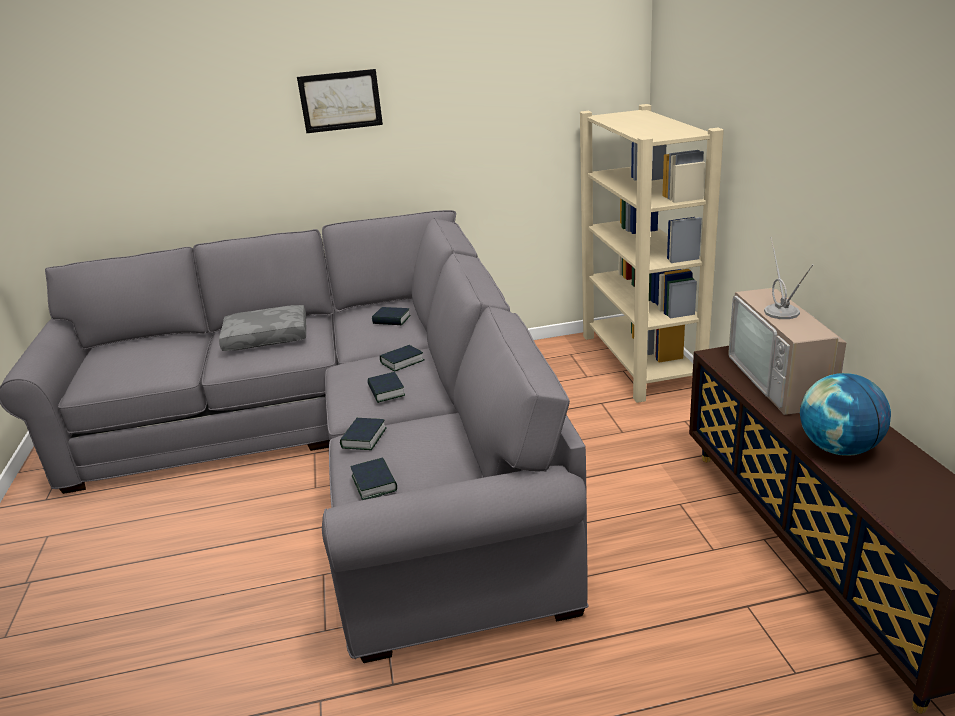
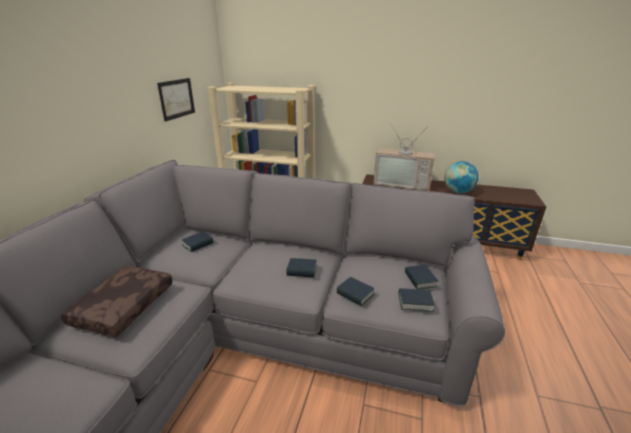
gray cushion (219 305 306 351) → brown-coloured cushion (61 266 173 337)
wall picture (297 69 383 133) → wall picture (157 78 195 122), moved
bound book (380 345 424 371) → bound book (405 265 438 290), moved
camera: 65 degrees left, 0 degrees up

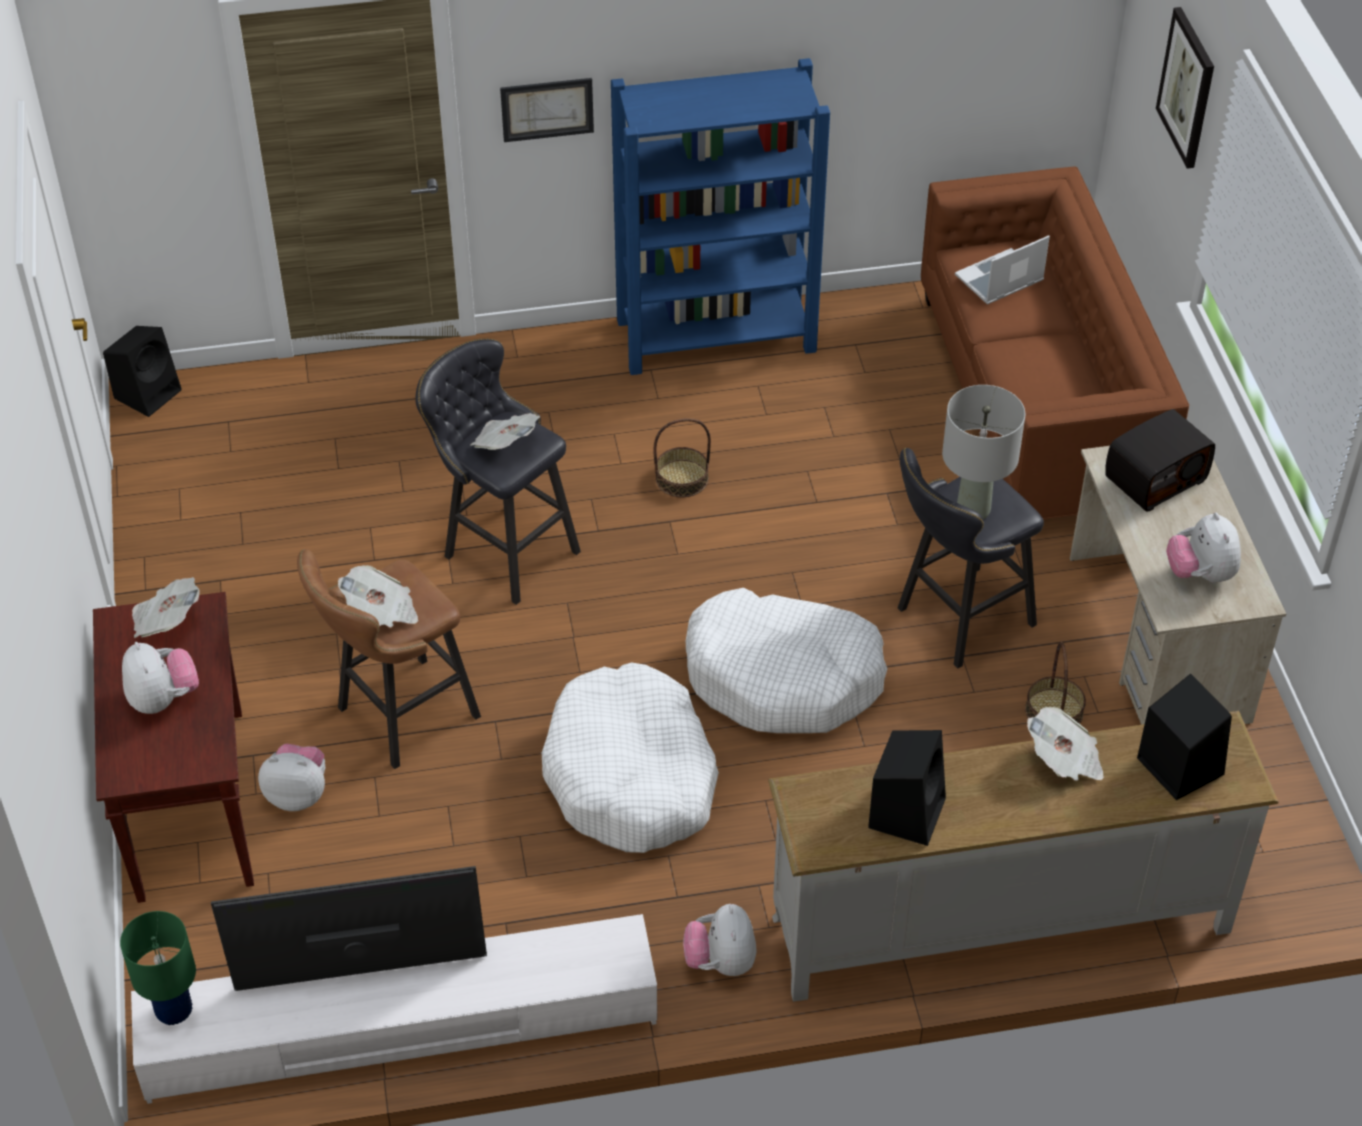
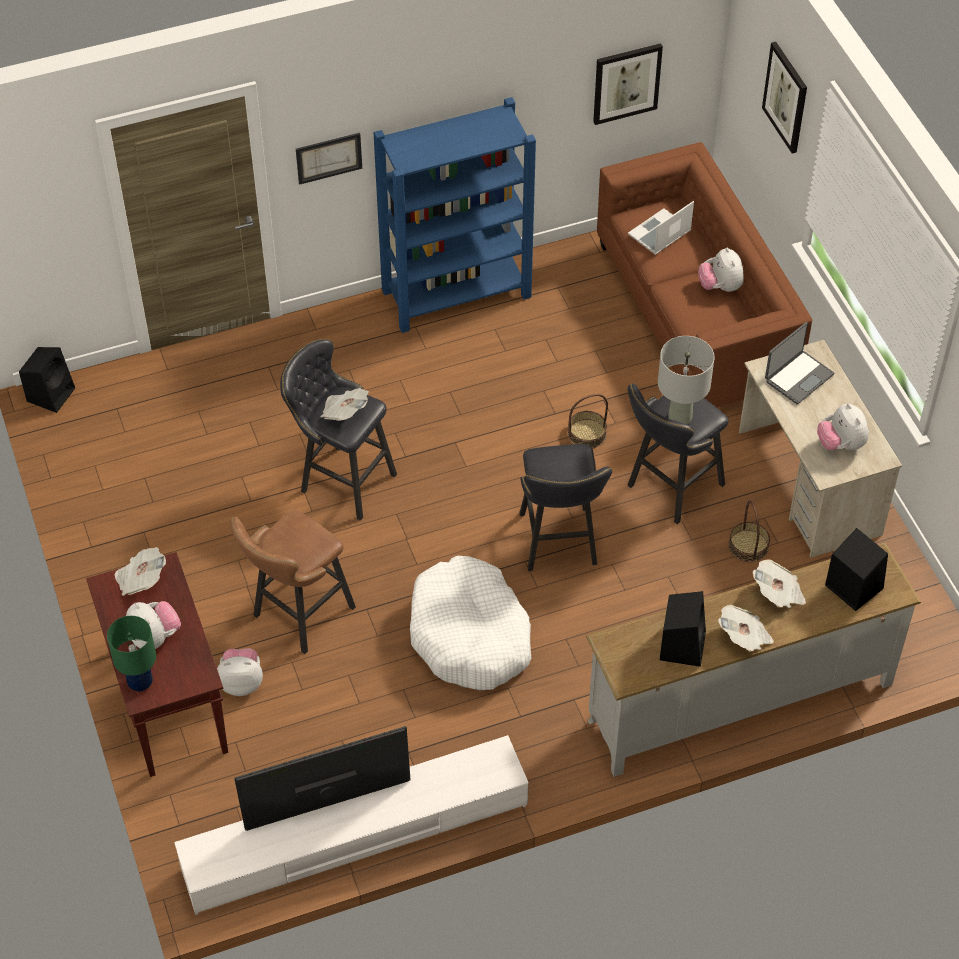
green lamp for a table (120 911 196 1025) → green lamp for a table (107 616 156 692), moved
white-coloured dog cushion (686 588 888 733) → black sitting stool (519 444 612 571)
basket (654 418 711 497) → basket (568 394 608 448), moved
- → wall picture (593 43 663 125)
plush toy (683 904 756 976) → plush toy (698 248 744 292), moved
printed paper (338 565 419 627) → printed paper (718 605 774 652), moved
radio receiver (1105 409 1215 512) → notebook computer (765 322 834 404)
camera: 10 degrees left, 5 degrees up

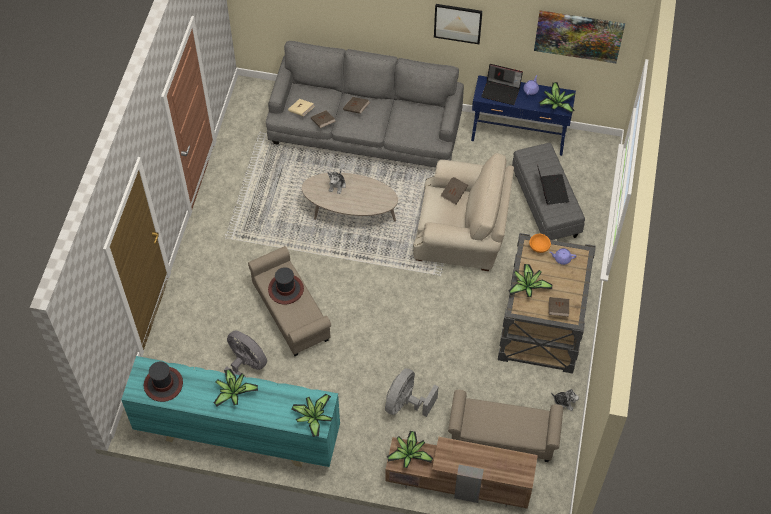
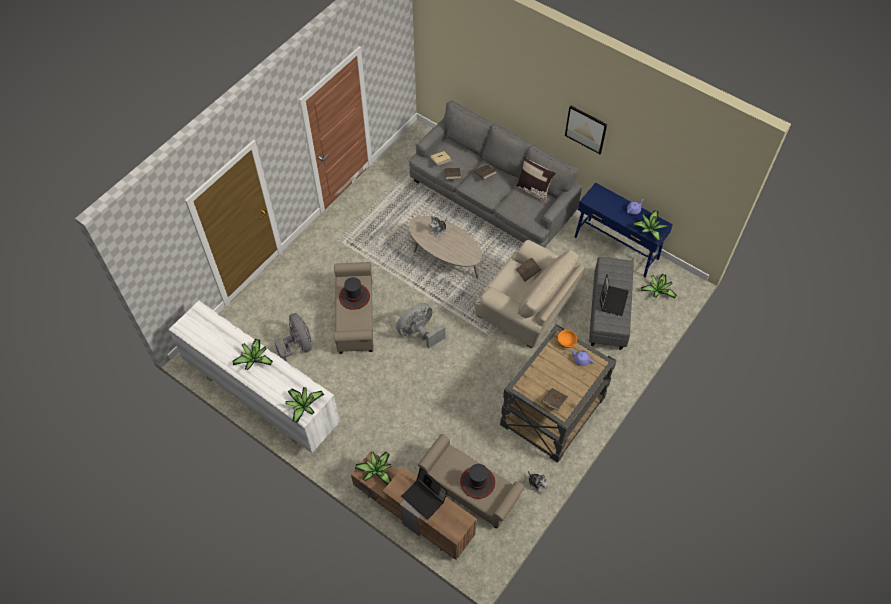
turquoise storage cabinet (121 356 340 467) → white-coloured storage cabinet (169 301 340 453)
gray cooling fan (385 368 438 417) → gray cooling fan (396 303 445 348), moved
notebook computer (481 64 523 105) → notebook computer (401 468 447 520), moved
wearable hat (144 362 183 402) → wearable hat (460 464 495 499), moved
- → cushion (516 157 556 203)
potted plant (508 264 553 297) → potted plant (641 274 677 298), moved
wall picture (534 10 625 63) → -
camera: 25 degrees right, 0 degrees up

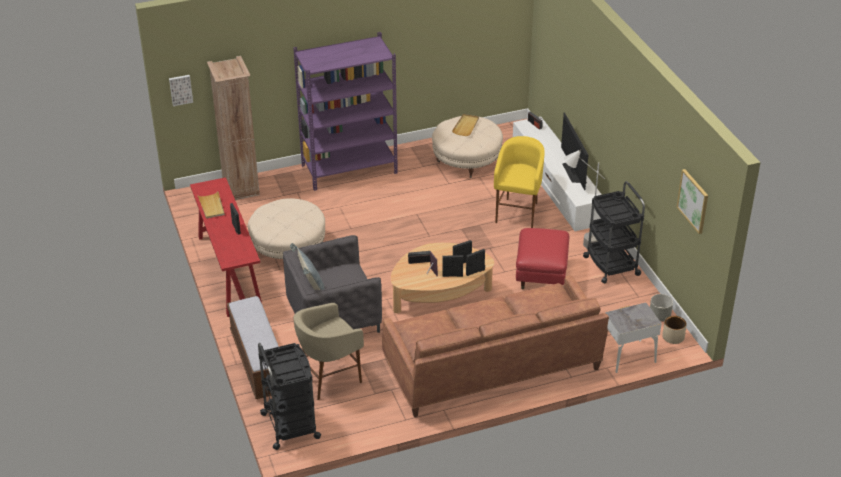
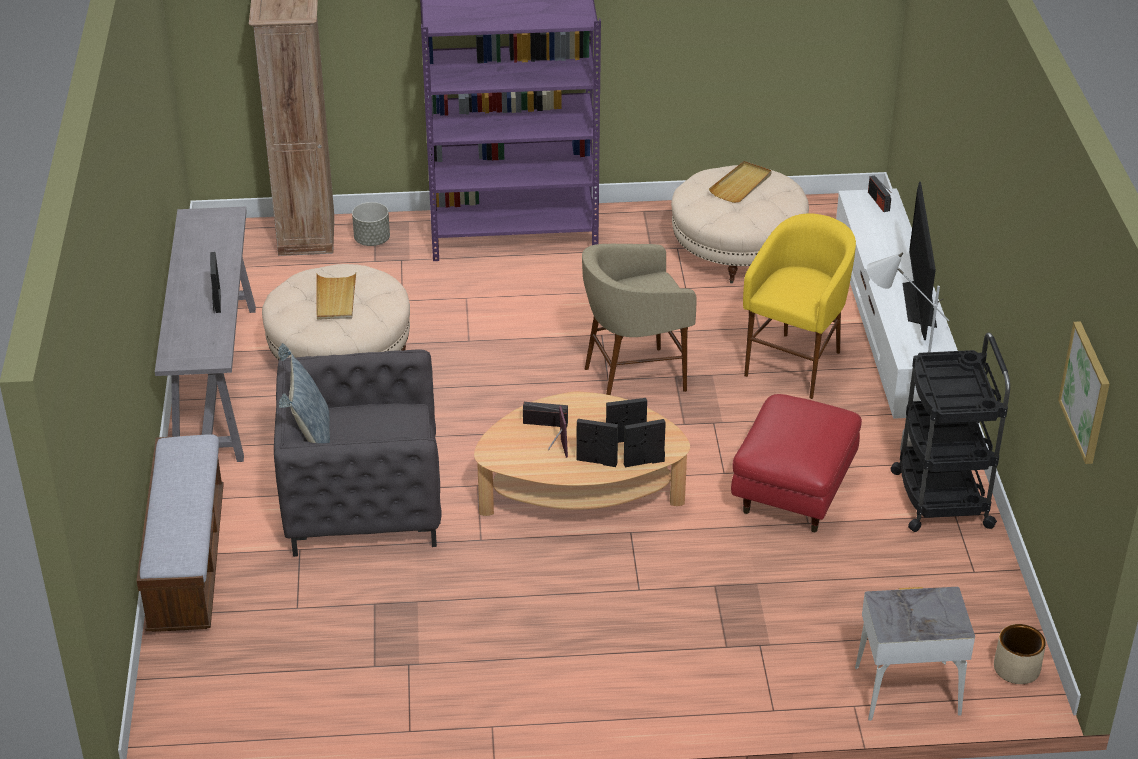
reddish narrow table (190 177 262 317) → gray narrow table (155 207 256 462)
sand-coloured tray (197 192 225 219) → sand-coloured tray (316 273 356 320), moved
gray planter (650 294 673 321) → gray planter (352 202 390 246), moved
sand-coloured sitting stool (293 303 364 400) → sand-coloured sitting stool (582 244 696 395), moved
wall picture (169 75 193 106) → -
black cart (258 343 321 450) → -
brown-coloured sofa (382 275 609 417) → -
camera: 15 degrees right, 0 degrees up

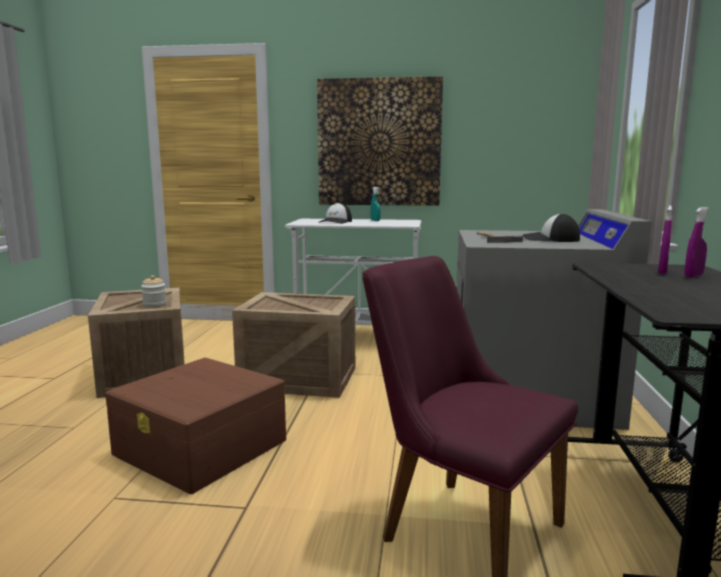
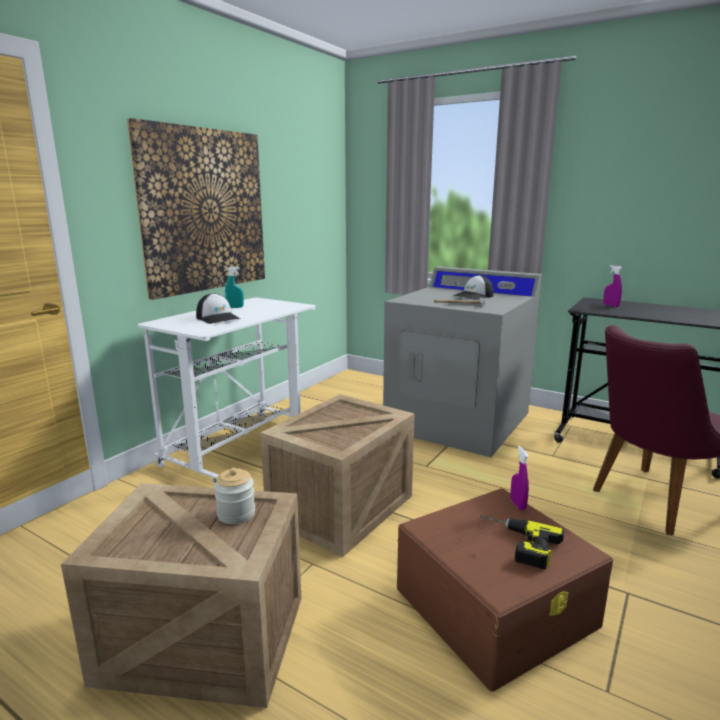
- → power drill (480 515 565 569)
purple-coloured hand sprayer (685 207 709 277) → purple-coloured hand sprayer (510 446 529 510), moved
camera: 65 degrees left, 5 degrees up

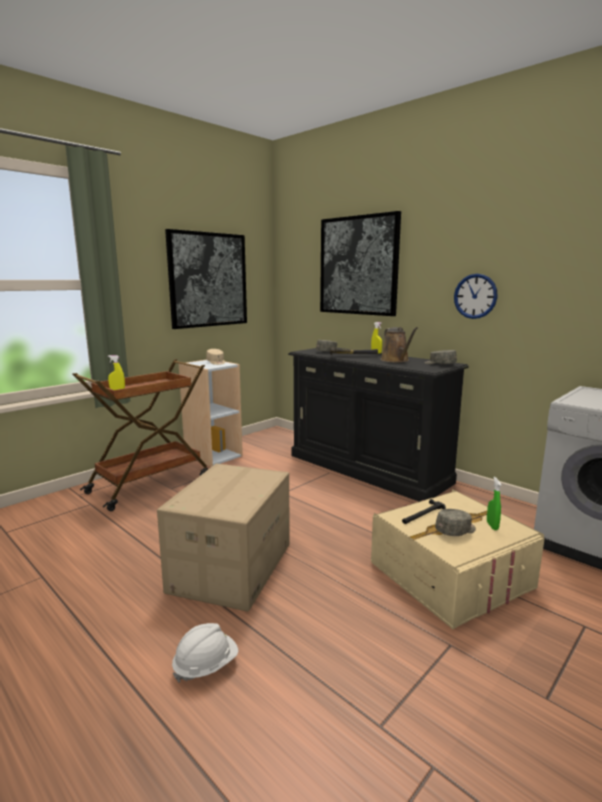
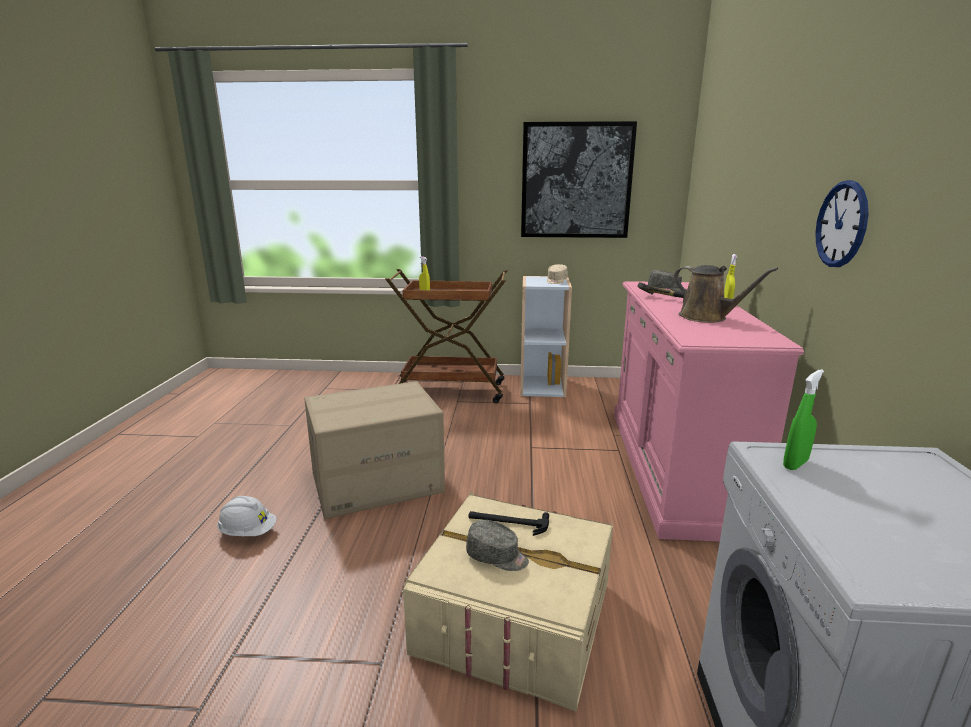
black storage cabinet (288 348 469 502) → pink-coloured storage cabinet (614 281 804 541)
brown-coloured sprinkling can (381 327 418 363) → brown-coloured sprinkling can (674 265 778 323), 75 degrees counterclockwise
green hand sprayer (487 477 501 530) → green hand sprayer (783 369 824 470), moved
wall picture (320 211 401 316) → -
gray cap (424 350 457 364) → -
camera: 50 degrees right, 5 degrees up

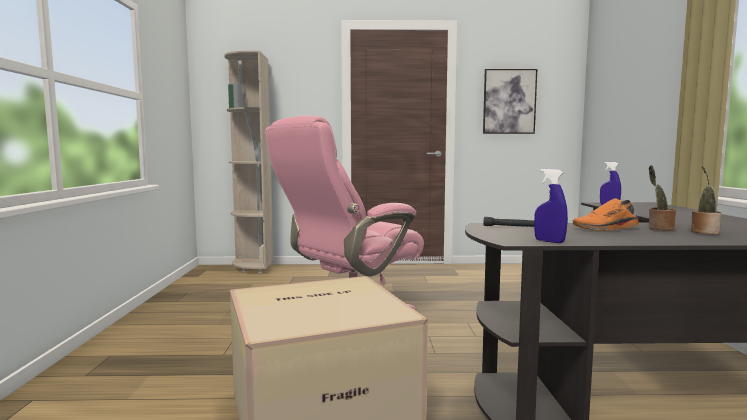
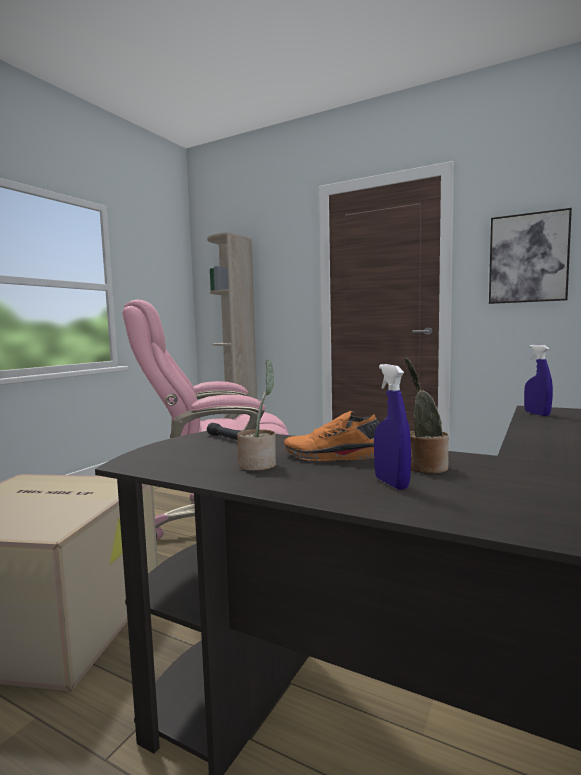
potted plant (691 165 721 234) → potted plant (237 359 276 471), moved
bluish hand sprayer (534 169 568 243) → bluish hand sprayer (374 364 411 490), moved
camera: 30 degrees right, 0 degrees up

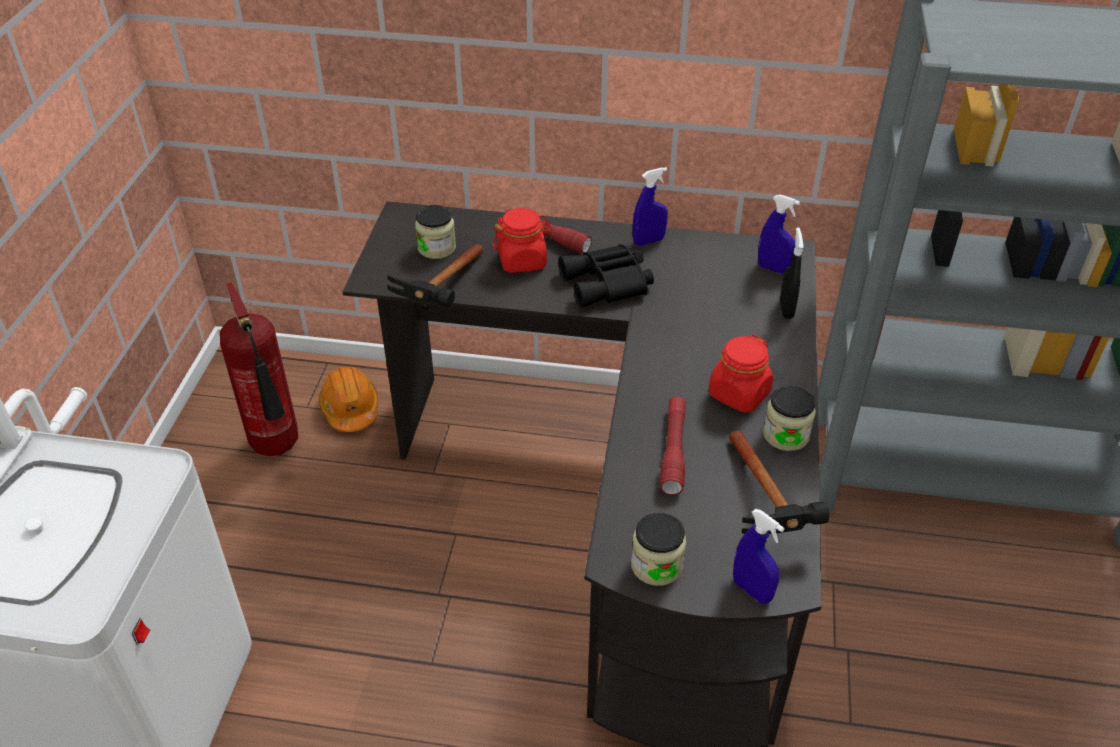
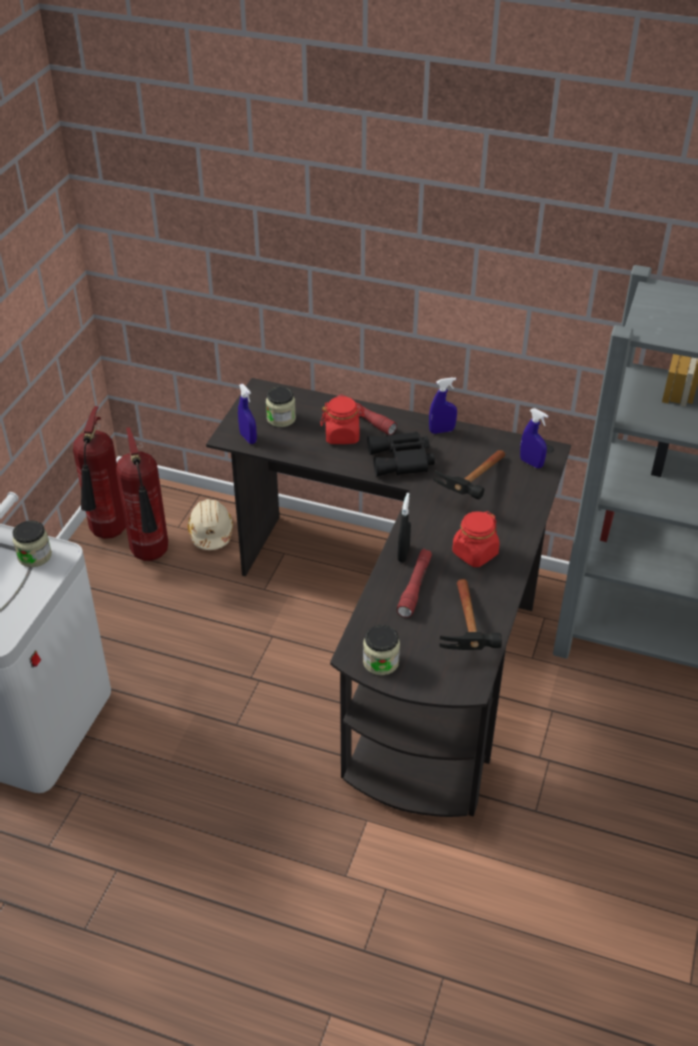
storage jar (763 386 816 451) → storage jar (13 520 52 567), moved
- → extinguisher (73 406 126 539)
orange-coloured safety helmet (319 367 378 432) → sand-coloured safety helmet (188 499 233 550)
bluish hand sprayer (733 509 784 604) → bluish hand sprayer (238 384 257 444), moved
black hand sprayer (780 227 804 319) → black hand sprayer (397 493 411 562), moved
hammer (387 244 484 307) → hammer (433 450 505 500), moved
camera: 10 degrees right, 0 degrees up

